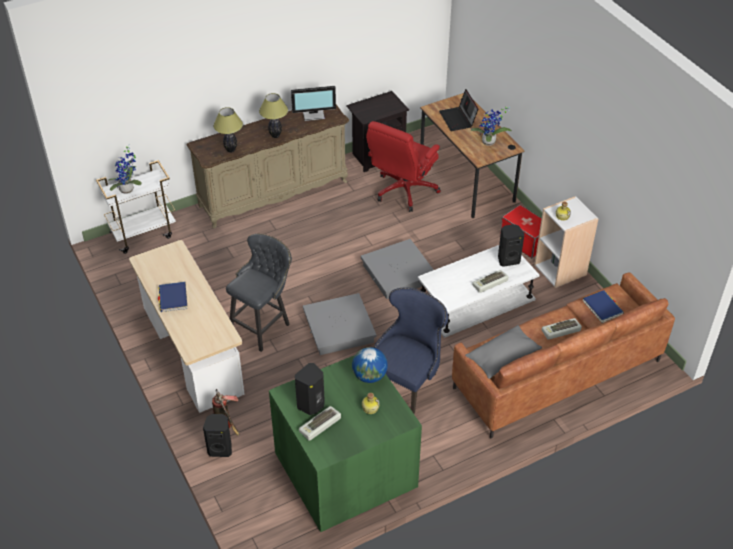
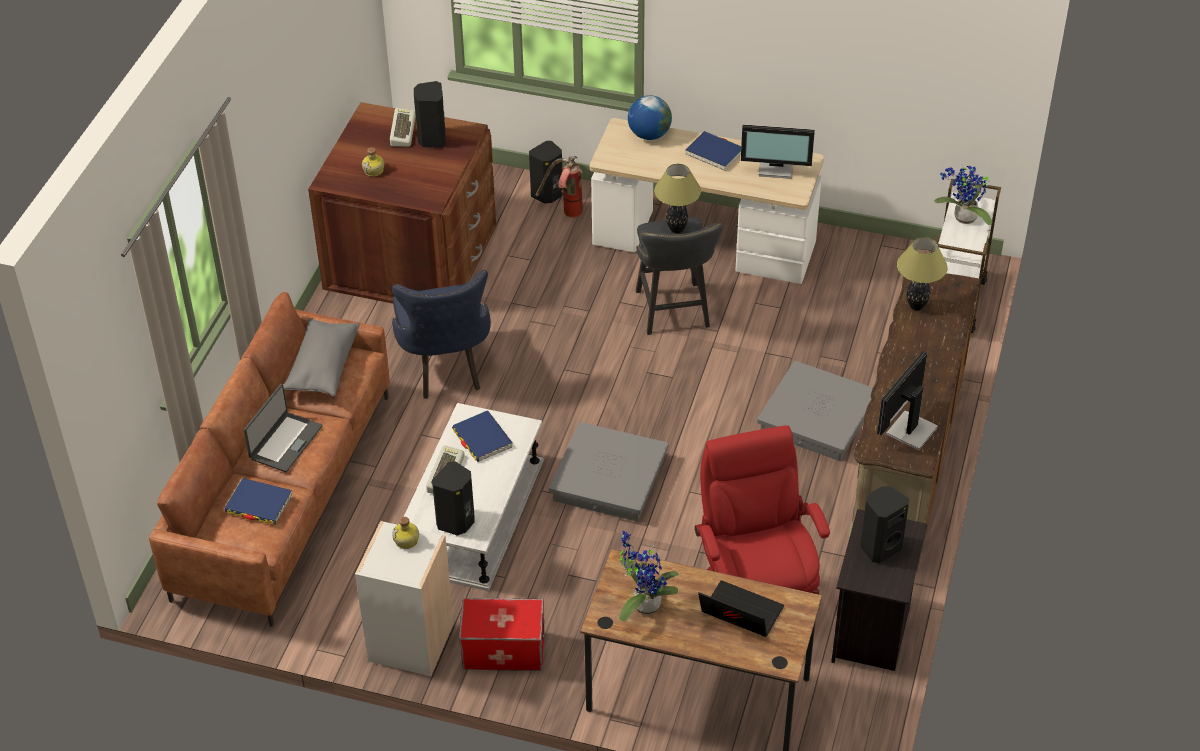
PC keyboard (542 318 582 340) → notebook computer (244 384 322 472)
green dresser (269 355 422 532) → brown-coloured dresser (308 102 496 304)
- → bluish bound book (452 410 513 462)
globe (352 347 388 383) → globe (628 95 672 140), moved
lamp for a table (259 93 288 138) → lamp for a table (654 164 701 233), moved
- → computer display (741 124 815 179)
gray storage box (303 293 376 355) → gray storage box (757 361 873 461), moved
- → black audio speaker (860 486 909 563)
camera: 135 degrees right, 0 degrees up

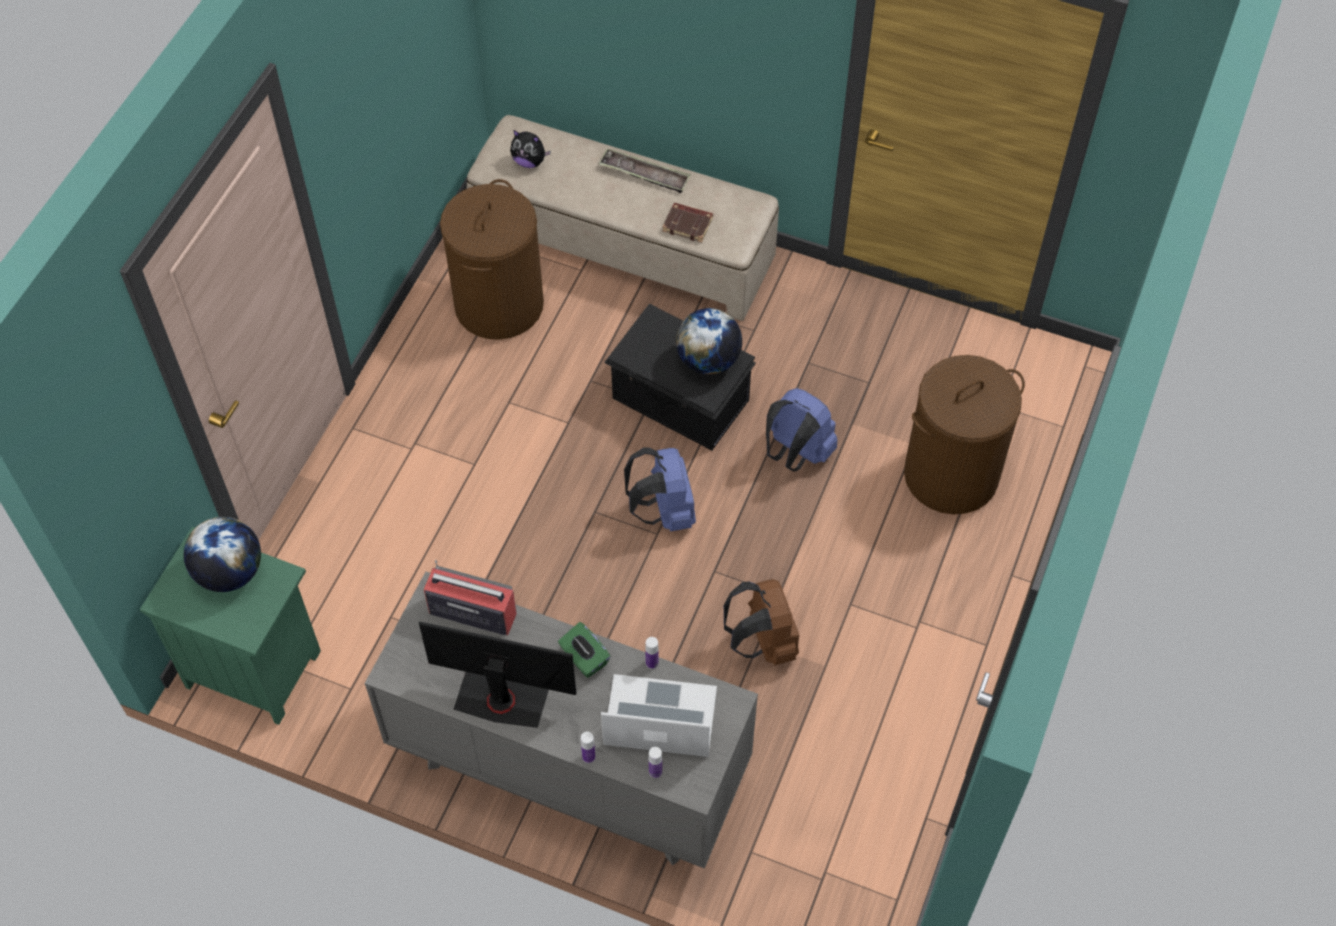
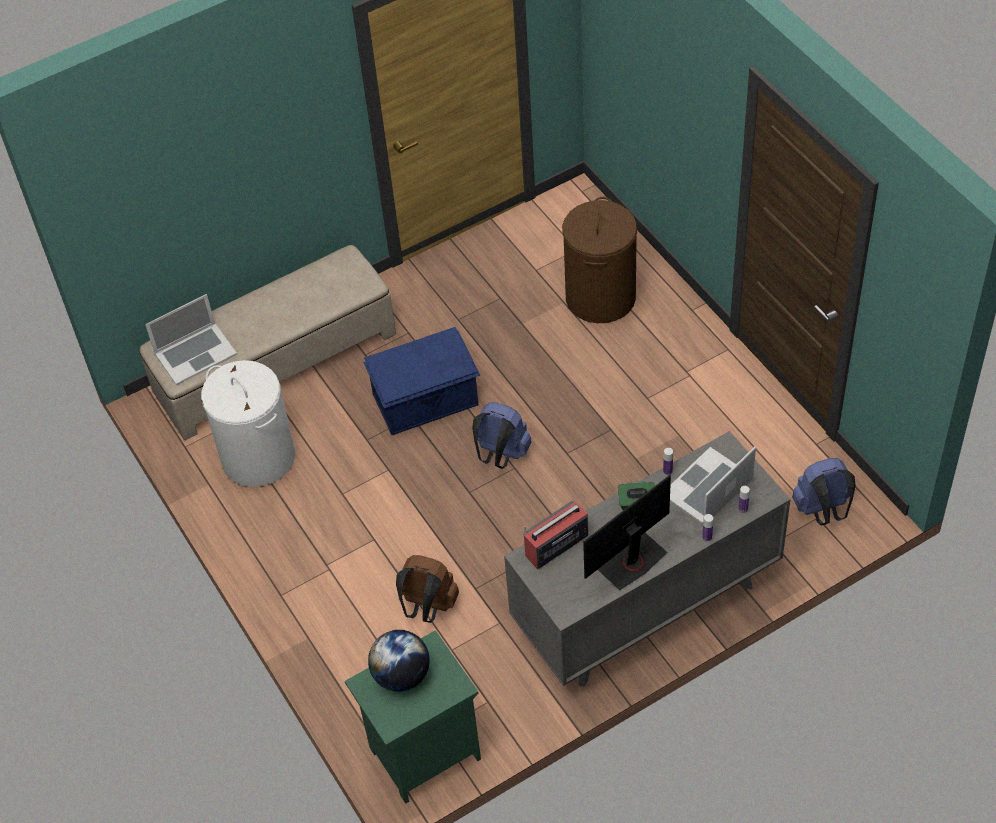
plush toy (510 130 551 168) → notebook computer (145 294 237 385)
brown-coloured washing basket (440 179 544 340) → white-coloured washing basket (201 360 295 487)
black storage box (604 304 756 450) → bluish storage box (363 327 480 435)
brown-coloured knapsack (724 579 799 665) → brown-coloured knapsack (396 555 459 623), moved
bluish knapsack (766 388 838 471) → bluish knapsack (792 458 856 525), moved
tray (598 149 691 193) → -
brown-coloured bound book (662 203 713 242) → -
globe (676 308 742 375) → -
camera: 50 degrees left, 5 degrees down

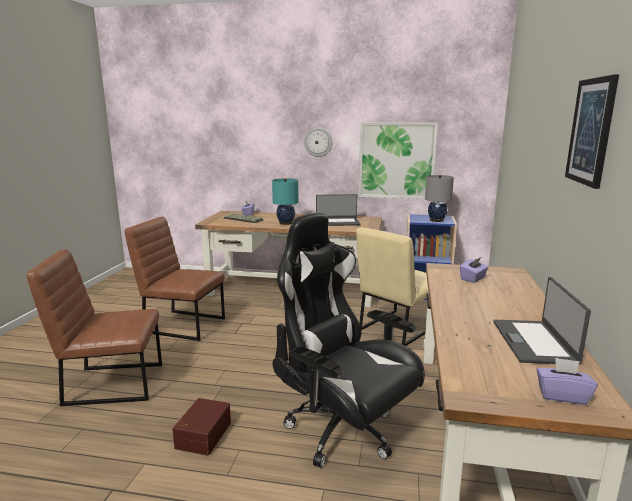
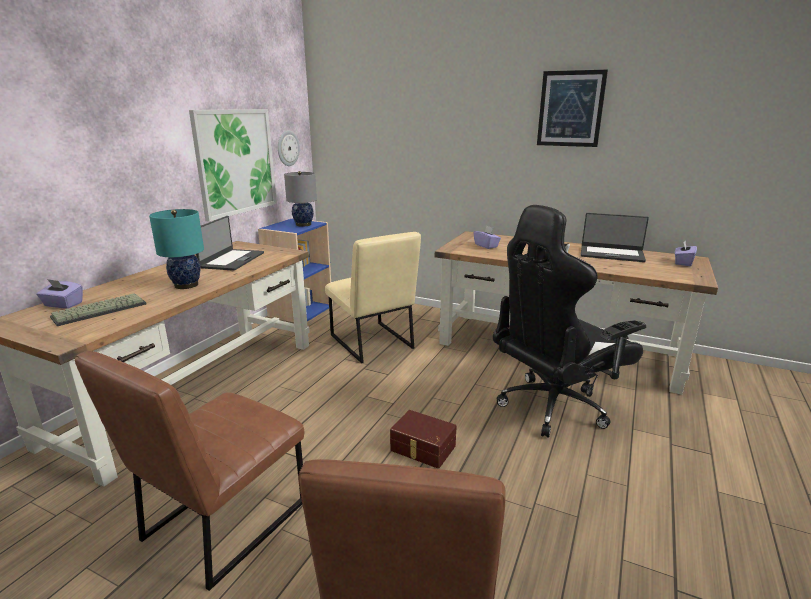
wall clock (304 128 333 157) → wall clock (278 130 300 166), moved
brown-coloured storage box (172 398 231 456) → brown-coloured storage box (390 410 457 469), moved
camera: 75 degrees left, 5 degrees up

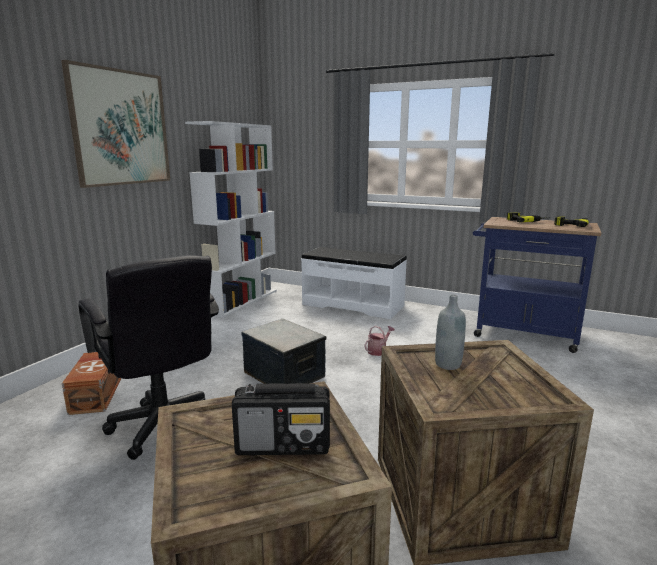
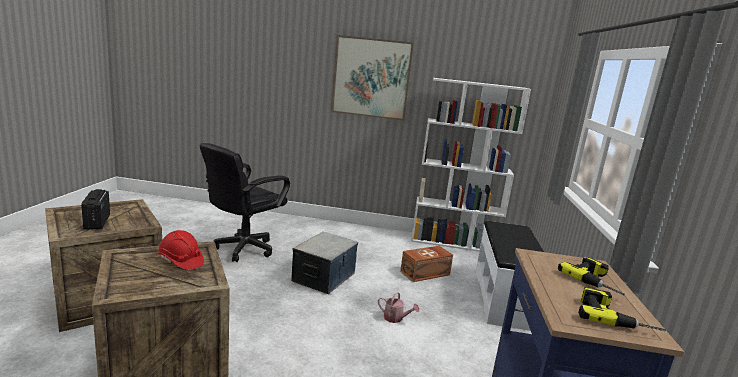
gray drink bottle (435 294 466 370) → reddish safety helmet (158 230 204 270)
brown-coloured storage box (62 352 122 415) → brown-coloured storage box (400 246 453 282), moved
camera: 70 degrees right, 0 degrees up

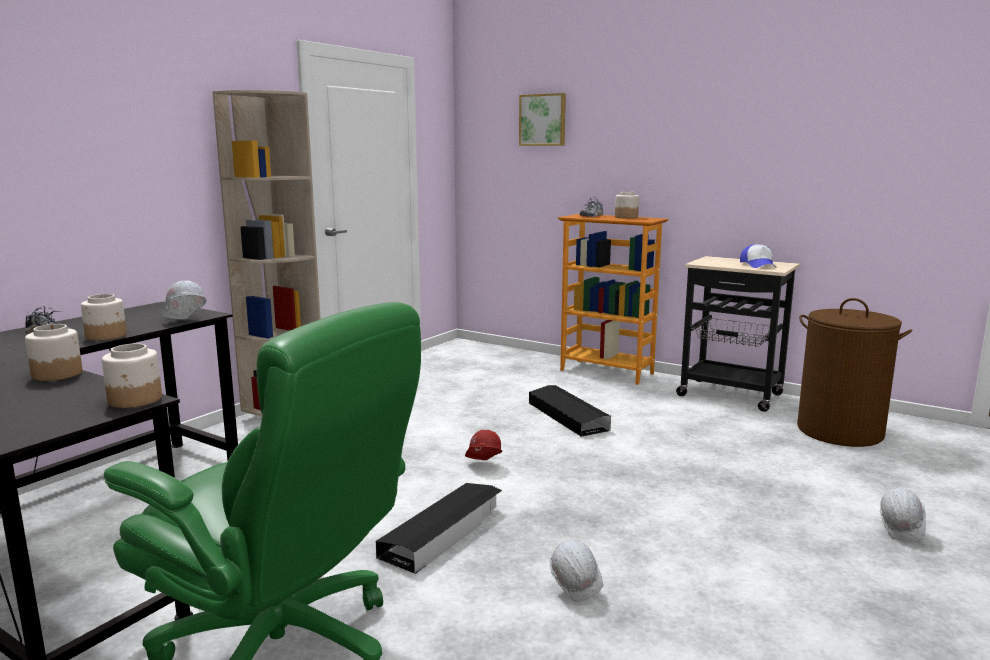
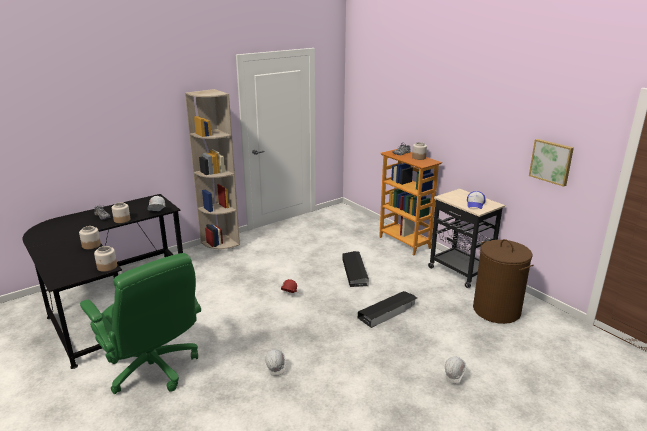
black storage box (376 483 502 574) → black storage box (358 291 417 328), moved
wall picture (519 93 566 146) → wall picture (529 139 574 187), moved
camera: 20 degrees right, 10 degrees up

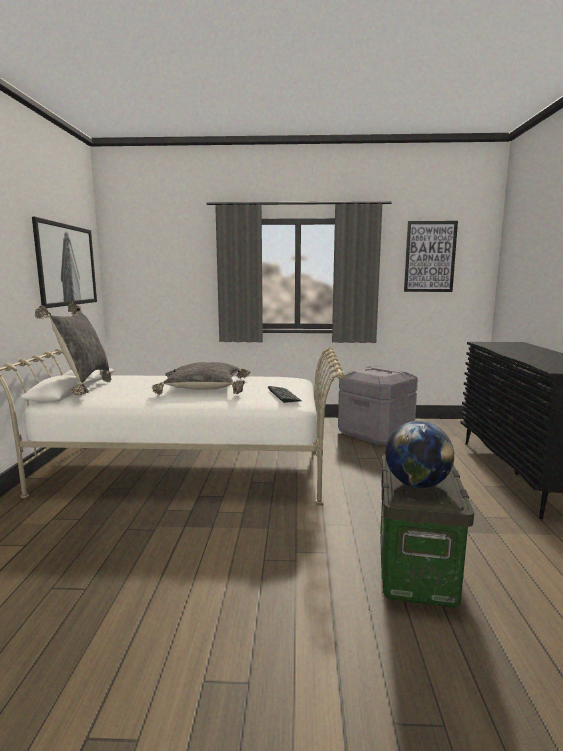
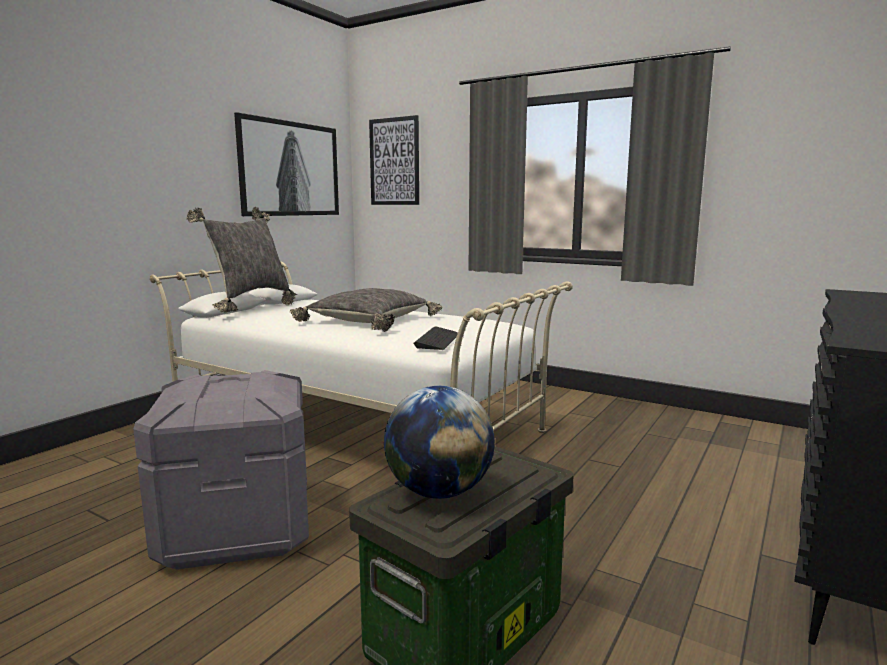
gray storage box (338 366 418 444) → gray storage box (133 370 309 570), moved
wall picture (404 221 458 292) → wall picture (369 115 419 205), moved
camera: 30 degrees right, 0 degrees up

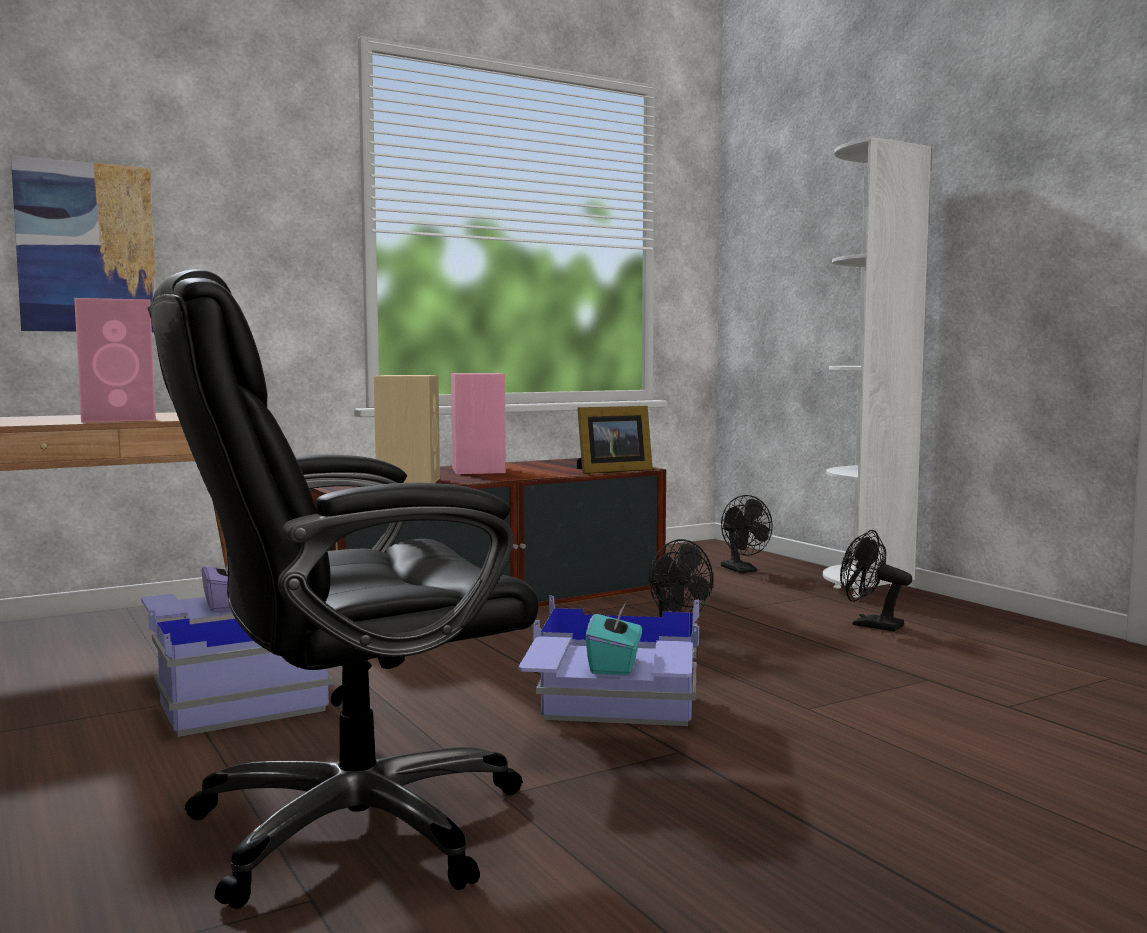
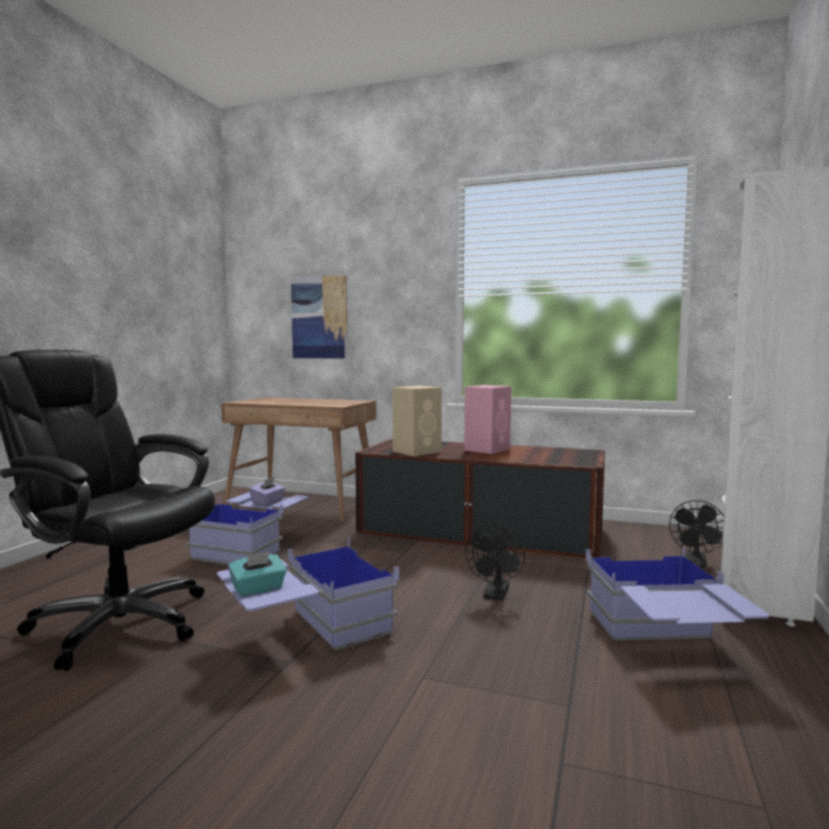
black cooling fan (840 530 912 632) → bluish storage box (586 547 769 641)
pink-coloured audio speaker (74 298 156 422) → -
picture frame (577 406 653 474) → -
camera: 50 degrees right, 0 degrees up

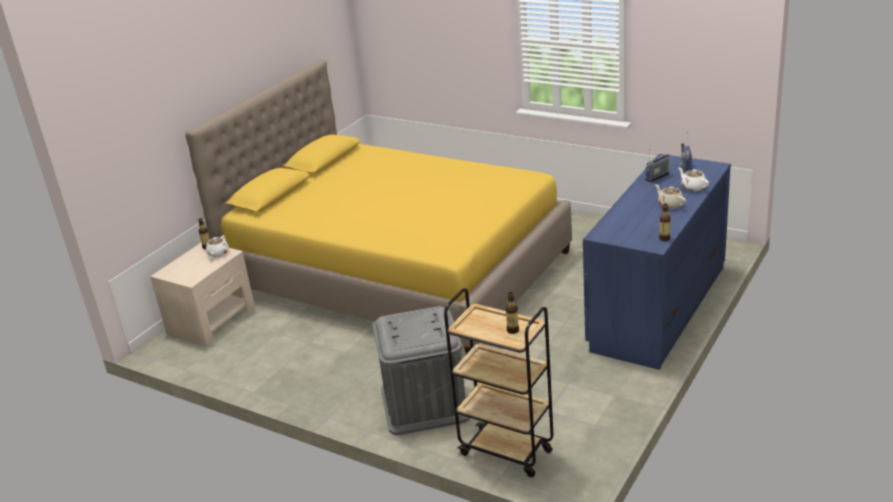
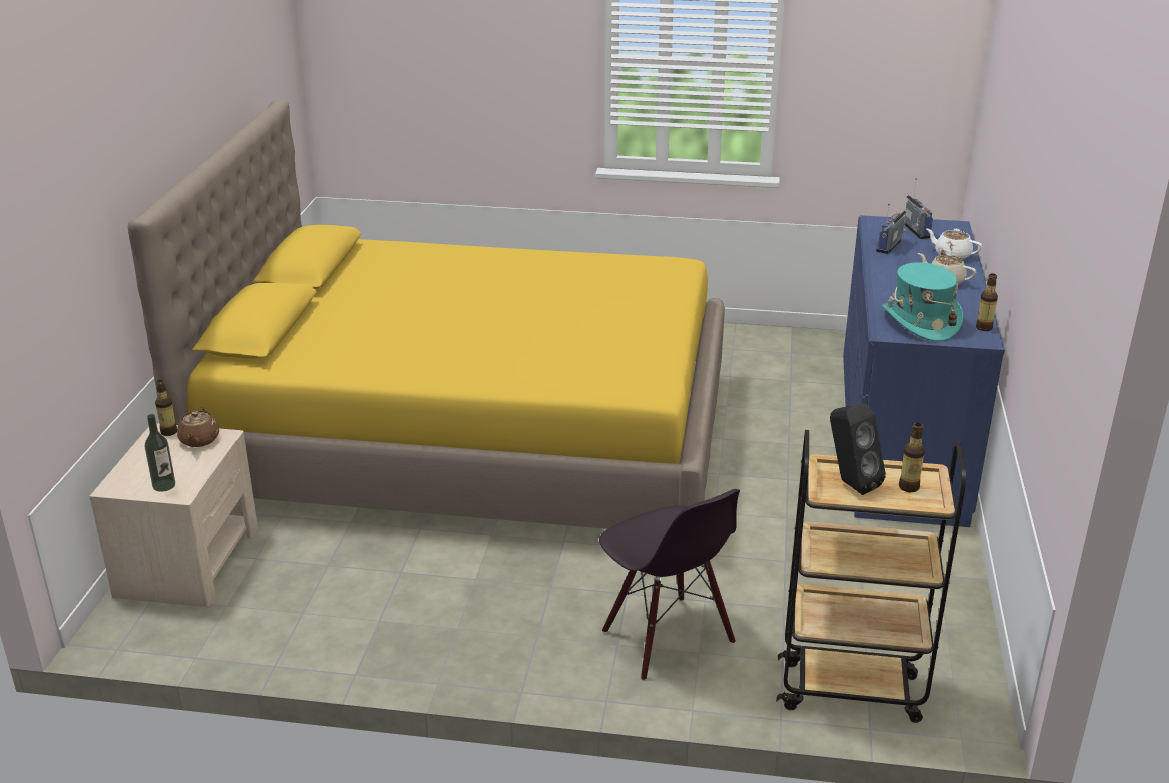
- → drink bottle (145 414 175 492)
white-coloured teapot (206 235 229 257) → brown-coloured teapot (177 407 219 447)
gray storage box (373 306 470 435) → black chair (599 489 740 681)
- → black audio speaker (830 403 886 495)
- → turquoise wearable hat (882 262 963 341)
camera: 25 degrees left, 0 degrees up

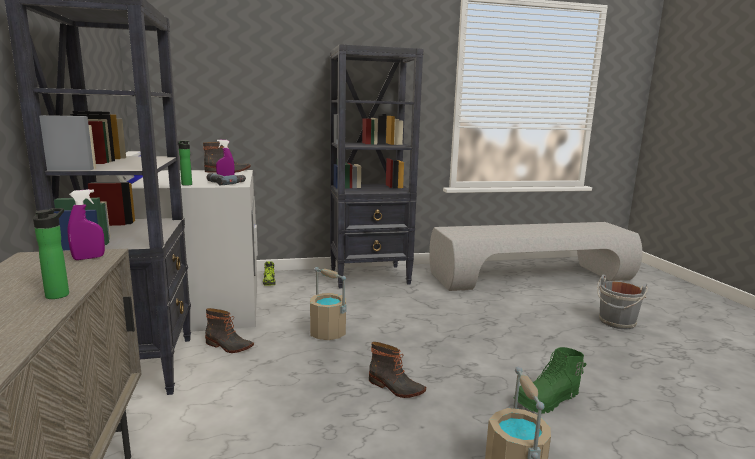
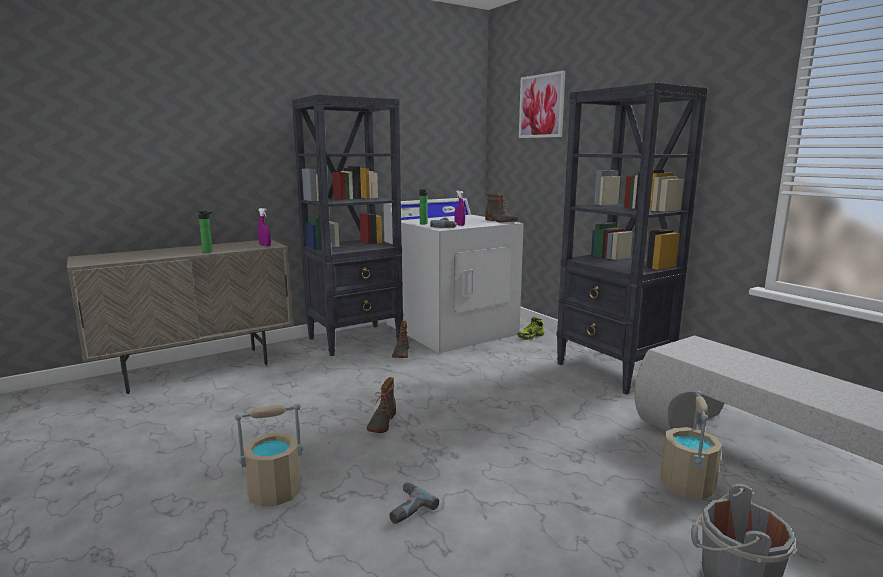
green tall boot (514 347 587 414) → power drill (389 482 439 524)
- → wall picture (519 71 566 138)
sand-coloured bucket (310 267 346 340) → sand-coloured bucket (660 391 722 500), moved
camera: 70 degrees right, 0 degrees up

